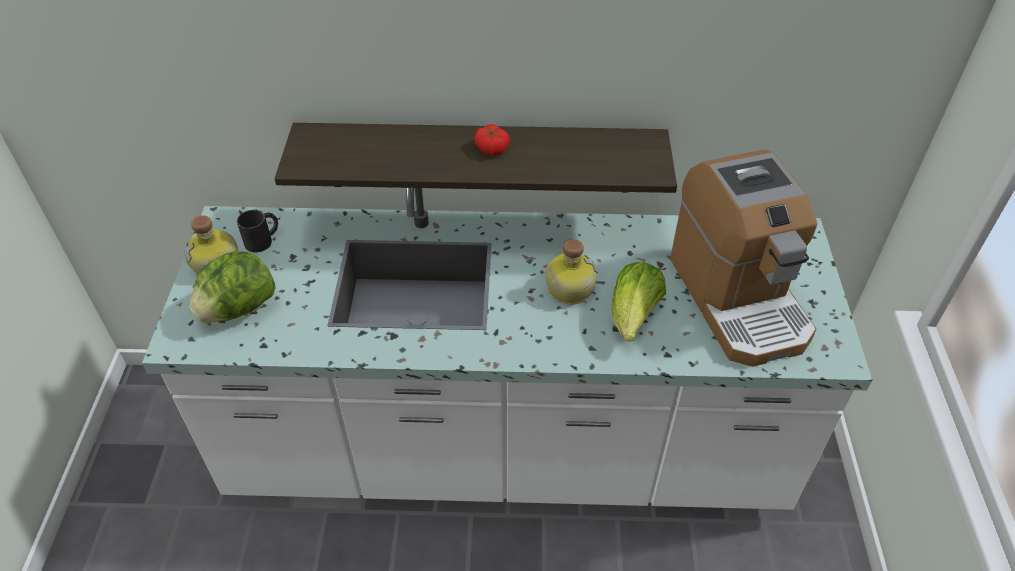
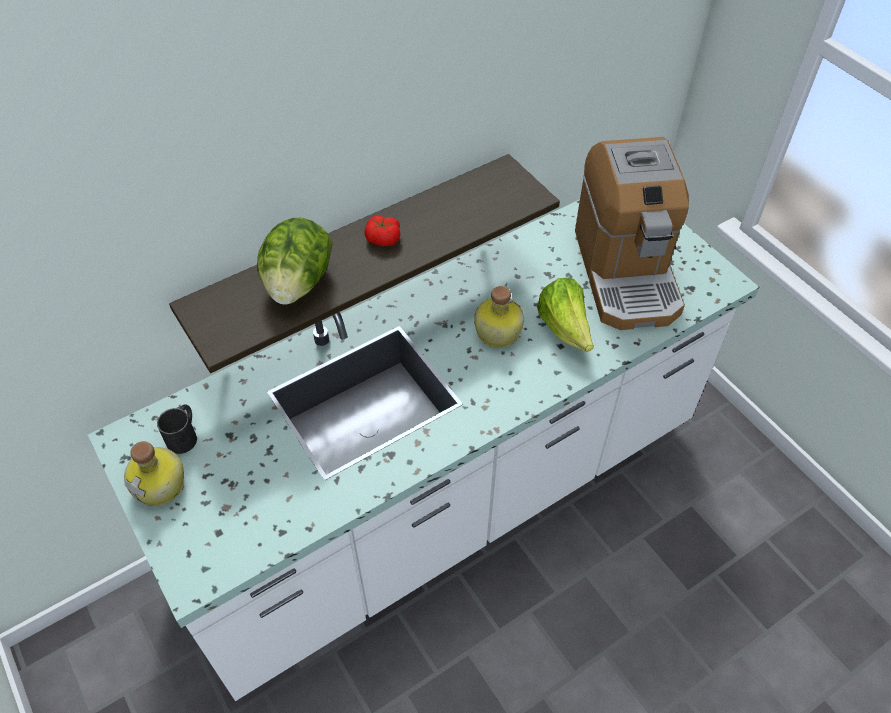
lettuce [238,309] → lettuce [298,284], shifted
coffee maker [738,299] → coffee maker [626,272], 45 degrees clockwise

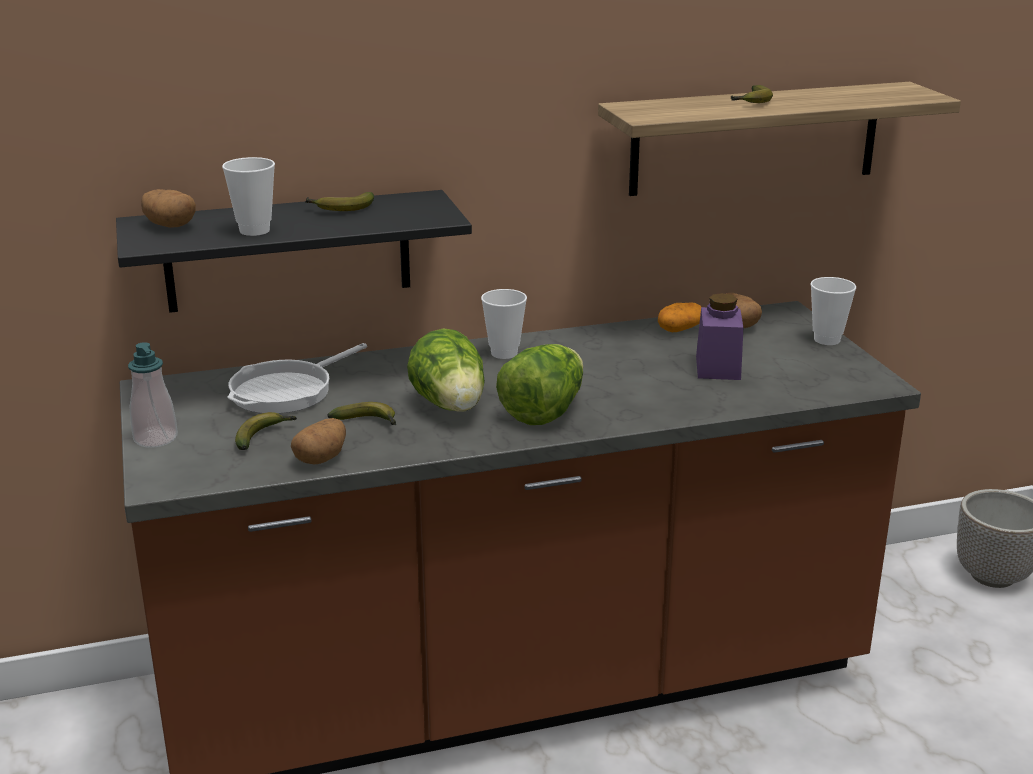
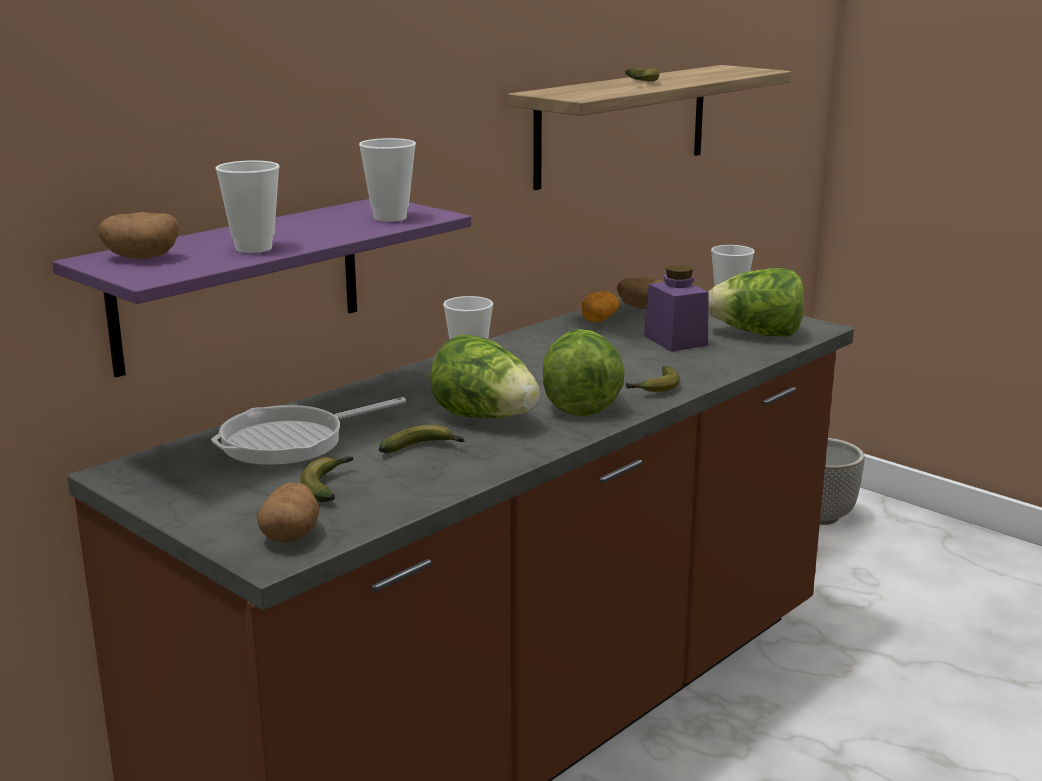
wall shelf/blackish [288,251] → wall shelf/purplish [239,284]
frying pan [287,391] → frying pan [291,441], 45 degrees clockwise
spud [321,458] → spud [290,535], shifted
- → small cup [390,218]
whole banana [340,209] → whole banana [654,388], shifted
- → lettuce [757,334]
soap bottle [155,438] → -

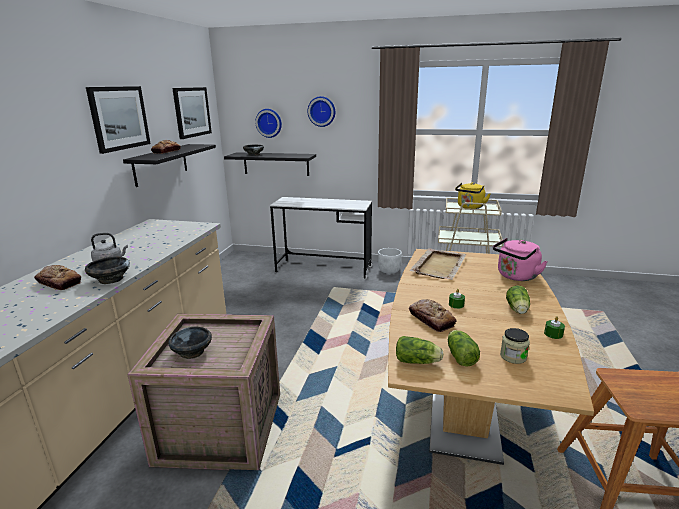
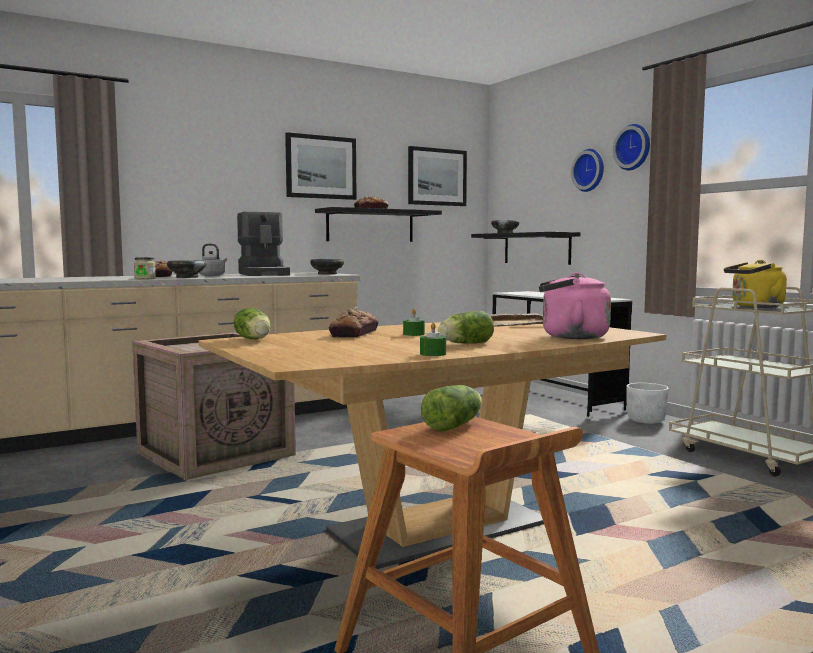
preserve jar [513,356] → preserve jar [145,278], shifted
- → coffee maker [264,274]
deep dish/blackish [192,352] → deep dish/blackish [327,274], shifted
lettuce [460,356] → lettuce [455,425], shifted
wall clock [269,123] → wall clock [634,147], shifted

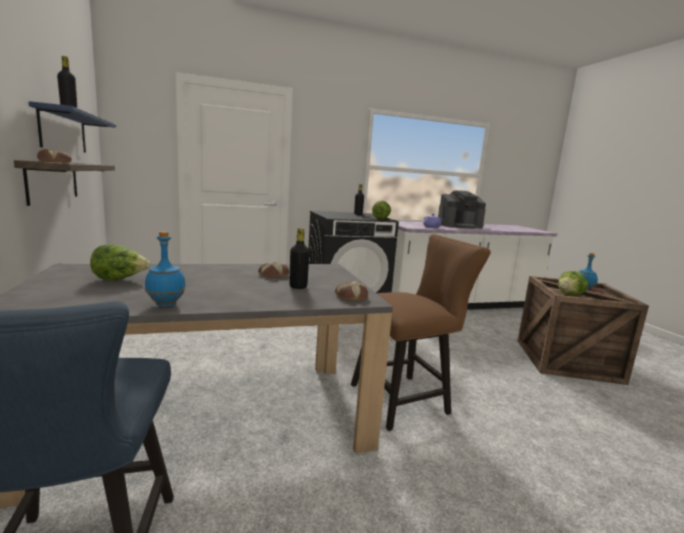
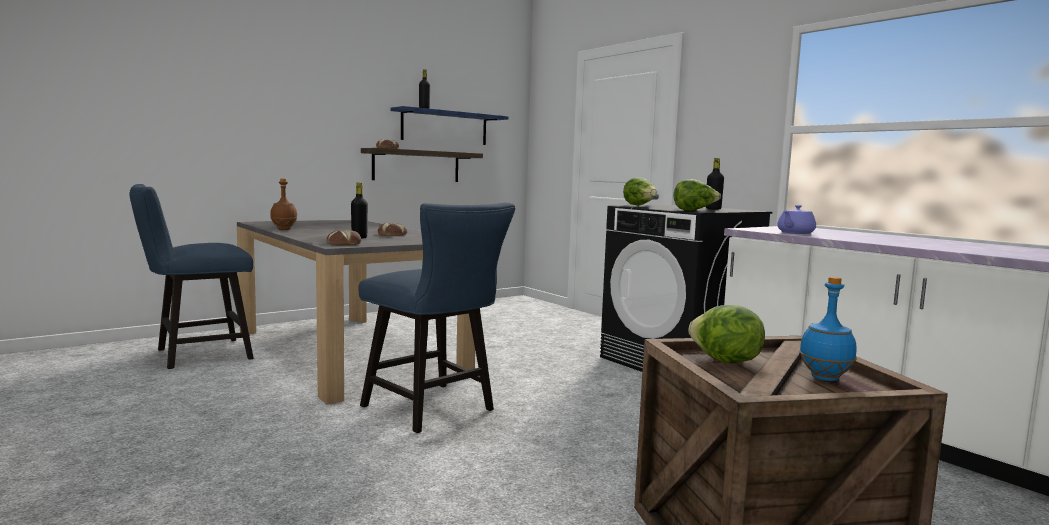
drink bottle/blue-coloured [166,304] → drink bottle/brownish [284,229]
plain chair/brownish [405,398] → plain chair/blue-coloured [434,410]
lettuce [120,279] → lettuce [640,205], shifted
coffee maker [459,226] → -

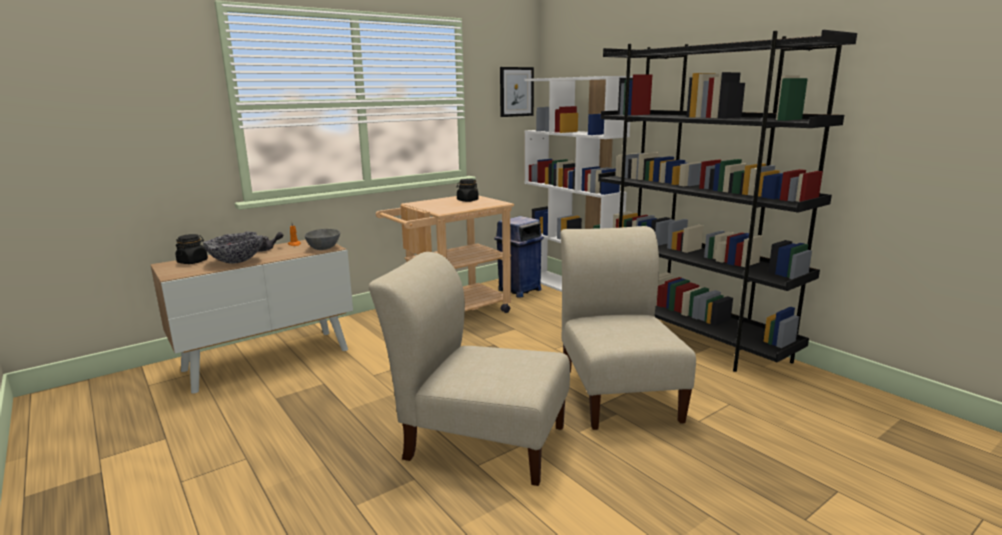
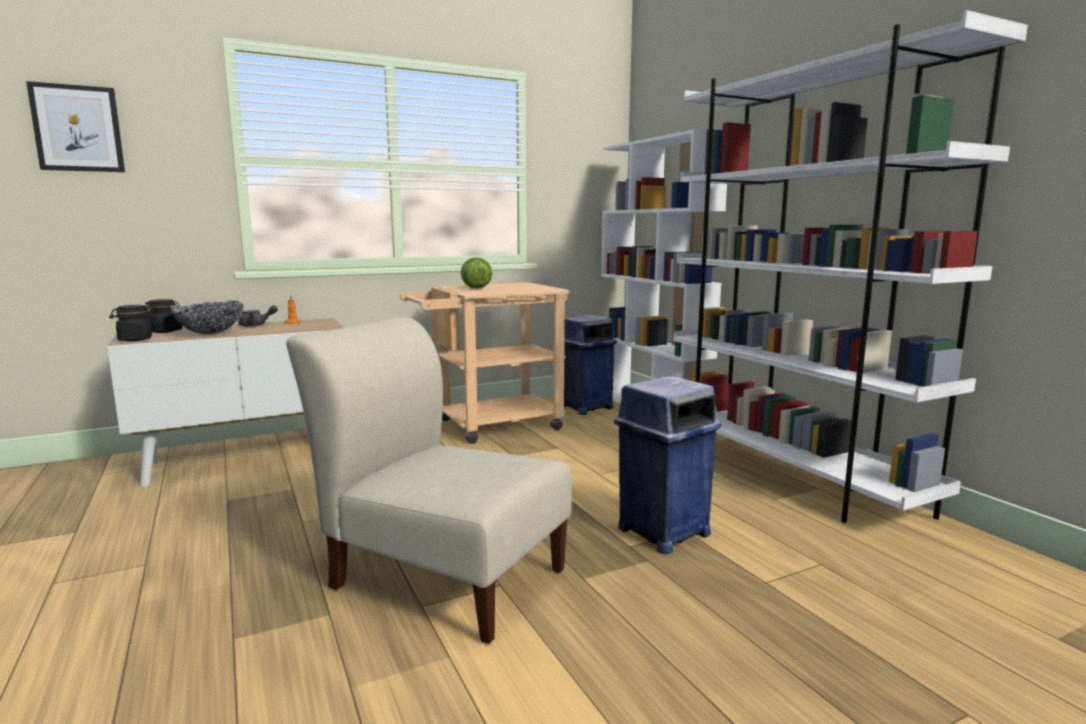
wall art [516,92] → wall art [78,128], shifted
preserve jar/blackish [467,200] → preserve jar/blackish [135,339], shifted
- → lettuce [476,288]
plain chair/sand-coloured [618,391] → rubbish bin/blue-coloured [662,532]
shelving unit/blackish [687,337] → shelving unit/whitish [788,475]
deep dish/grey [324,248] → -

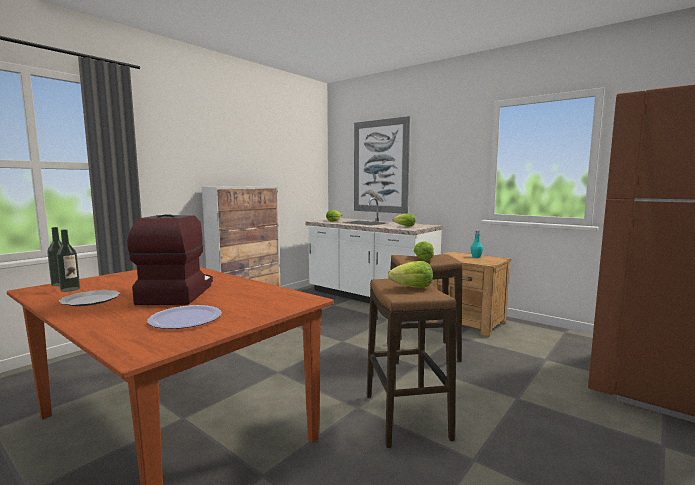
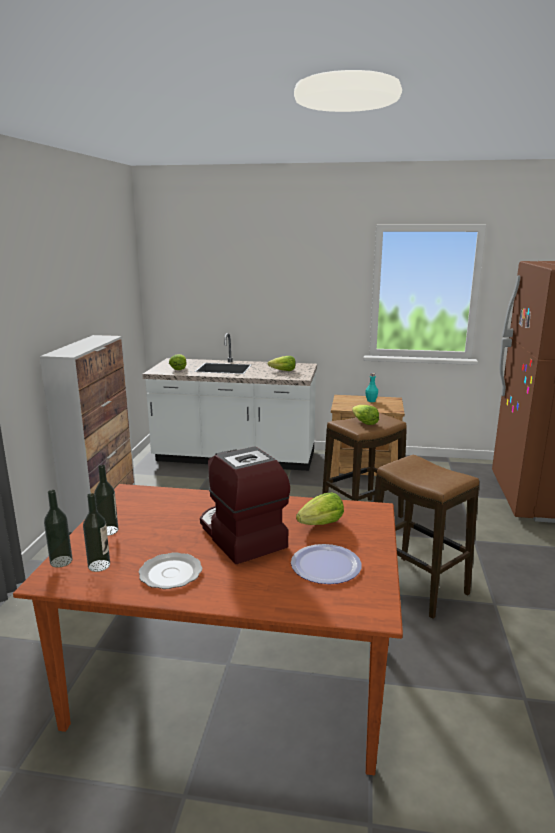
- → drink bottle [108,530]
lettuce [412,288] → lettuce [322,524], shifted
wall art [380,166] → -

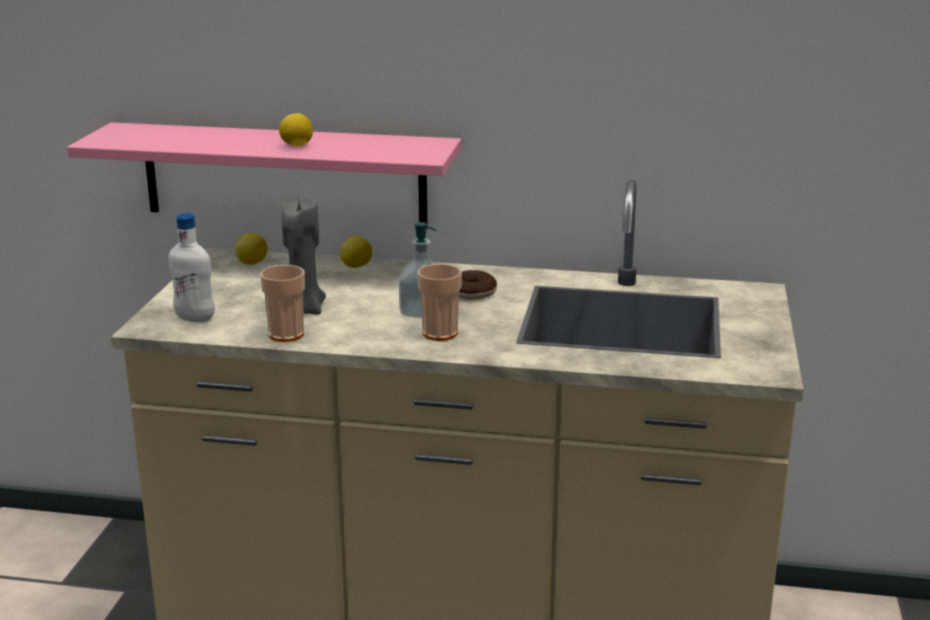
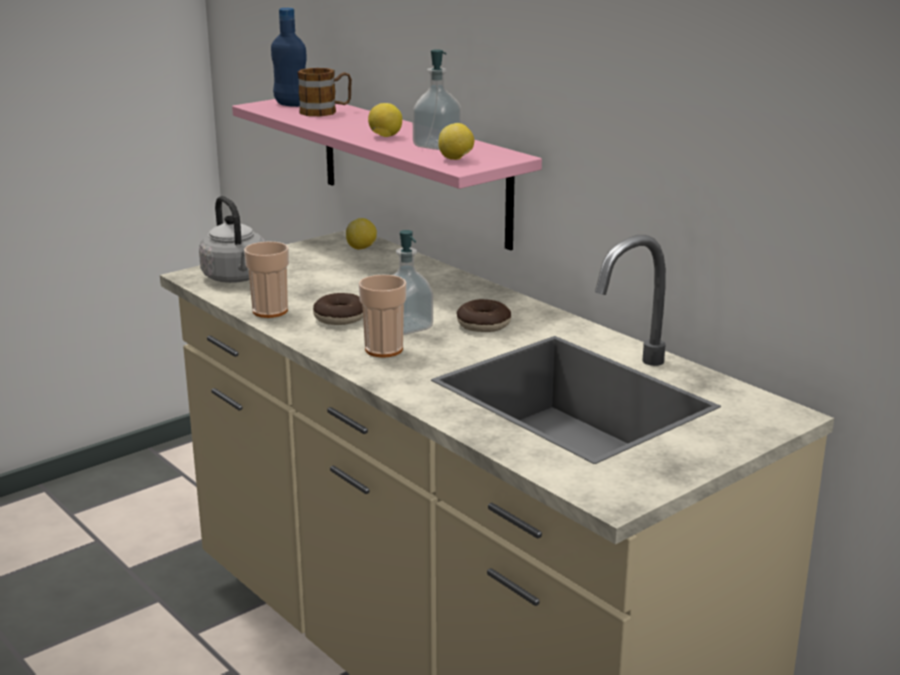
drink bottle/whitish [195,318] → kettle/grey [236,278]
- → drink bottle/blue-coloured [291,104]
- → mug [326,112]
- → ring doughnut [340,318]
- → soap bottle [437,146]
citrus fruit [357,266] → citrus fruit [456,159], shifted
wax candle/grey [303,310] → -

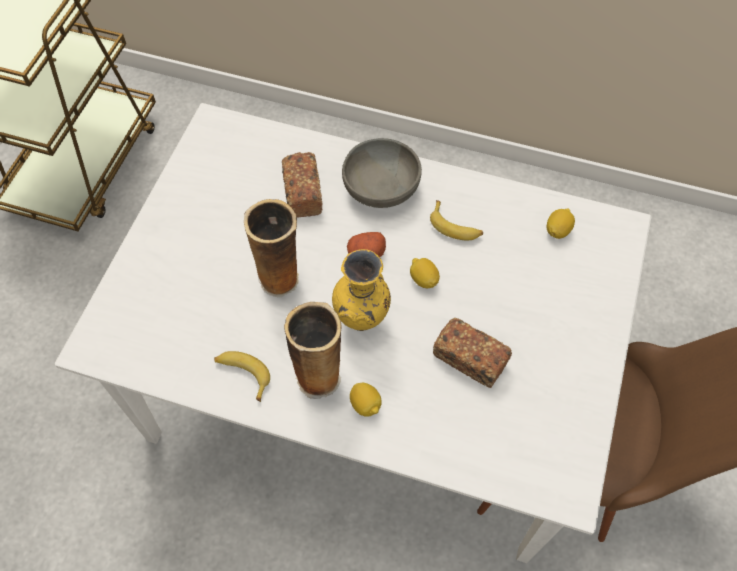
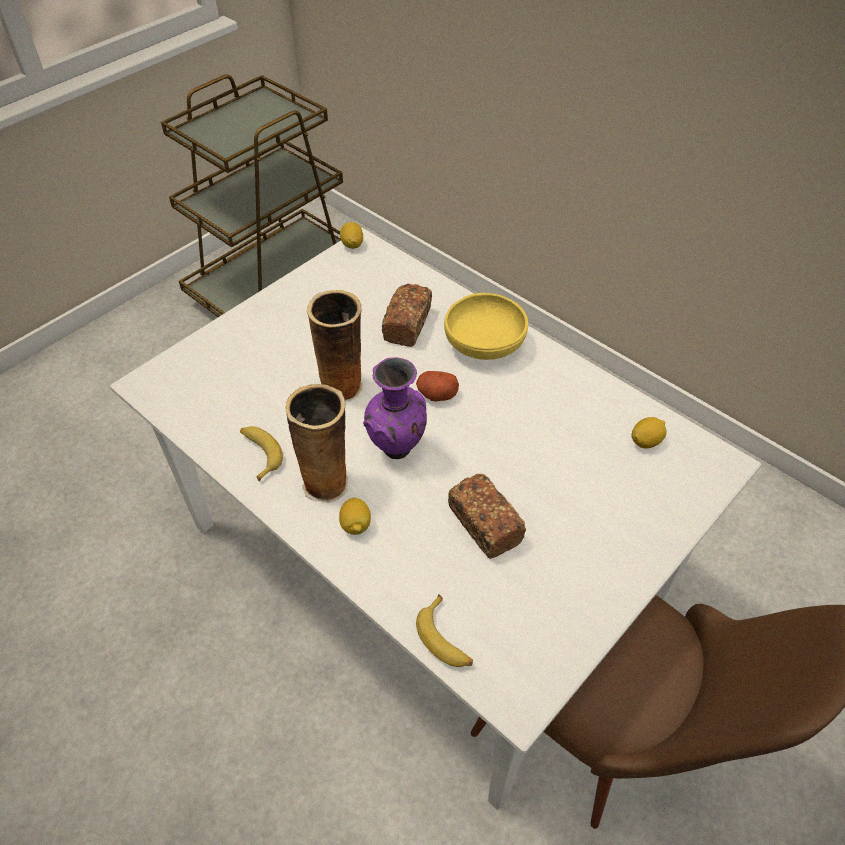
citrus fruit [423,279] → citrus fruit [352,244], shifted
flower vase/yellow [362,322] → flower vase/purplish [397,451]
whole banana [455,226] → whole banana [446,638], shifted
deep dish/grey [381,187] → deep dish/yellow [484,344]

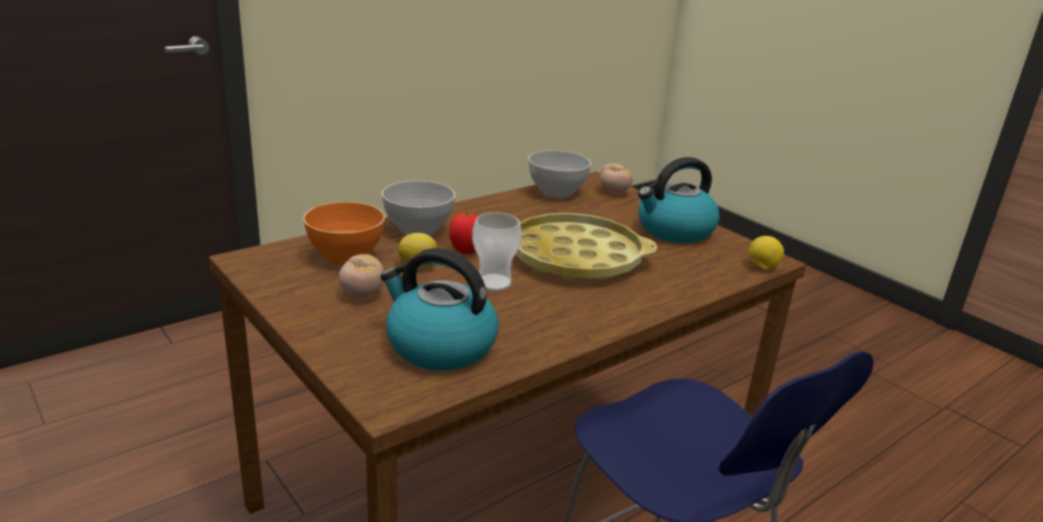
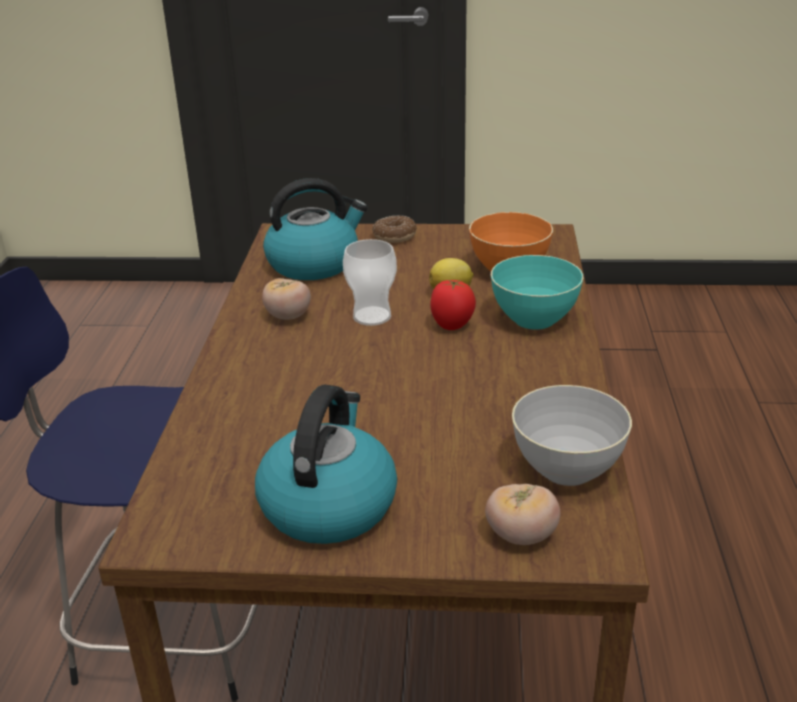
fresh tomato [362,294] → fresh tomato [288,316], shifted
- → ring doughnut [394,236]
deep dish/grey [418,230] → deep dish/blue-green [534,319]
serving tray/yellow [575,258] → -
citrus fruit [762,267] → -

